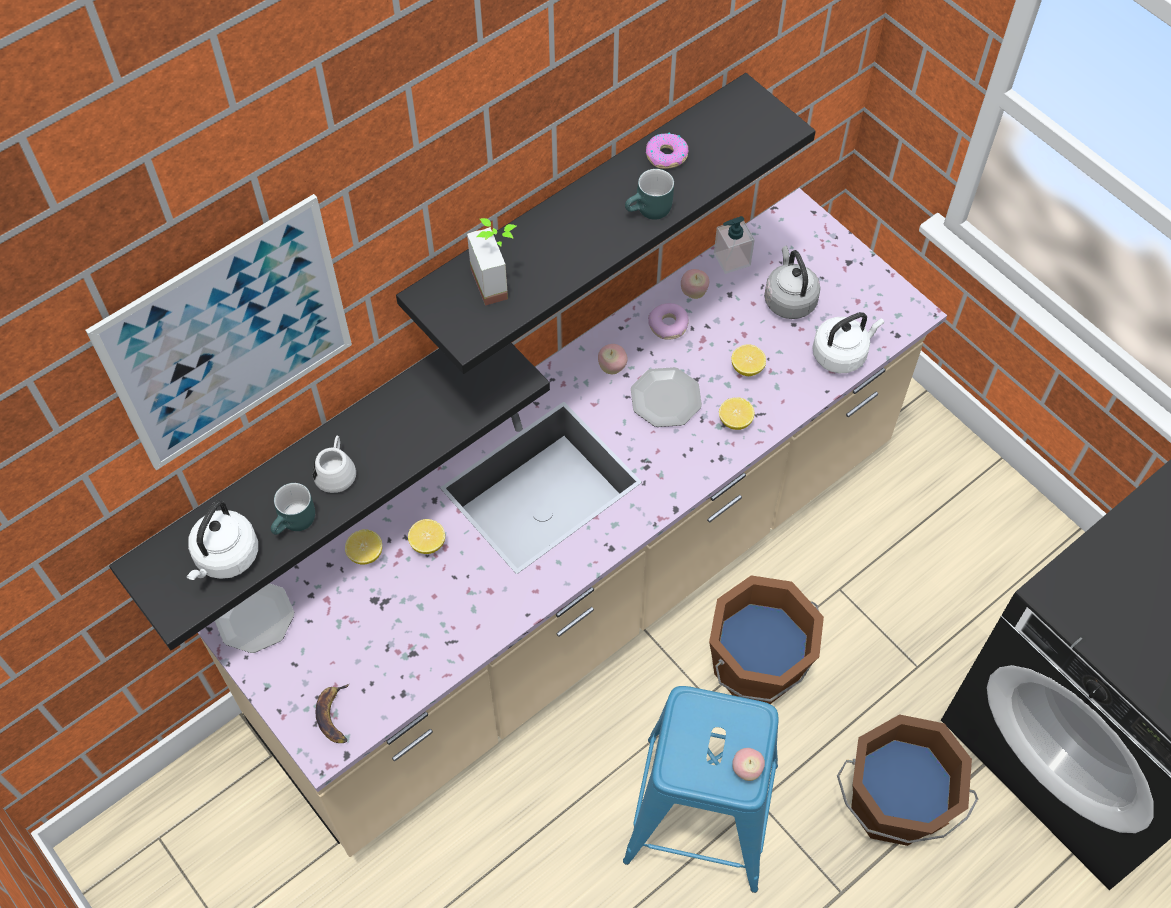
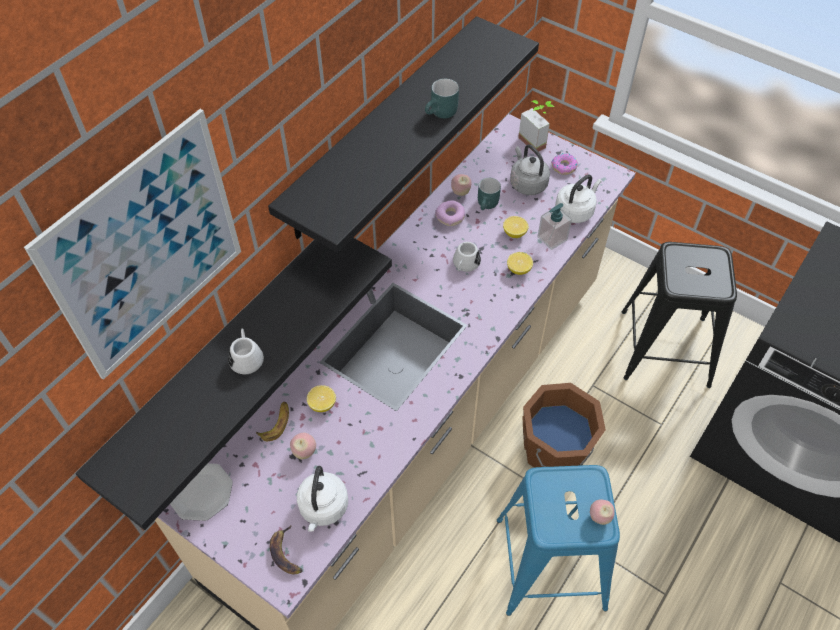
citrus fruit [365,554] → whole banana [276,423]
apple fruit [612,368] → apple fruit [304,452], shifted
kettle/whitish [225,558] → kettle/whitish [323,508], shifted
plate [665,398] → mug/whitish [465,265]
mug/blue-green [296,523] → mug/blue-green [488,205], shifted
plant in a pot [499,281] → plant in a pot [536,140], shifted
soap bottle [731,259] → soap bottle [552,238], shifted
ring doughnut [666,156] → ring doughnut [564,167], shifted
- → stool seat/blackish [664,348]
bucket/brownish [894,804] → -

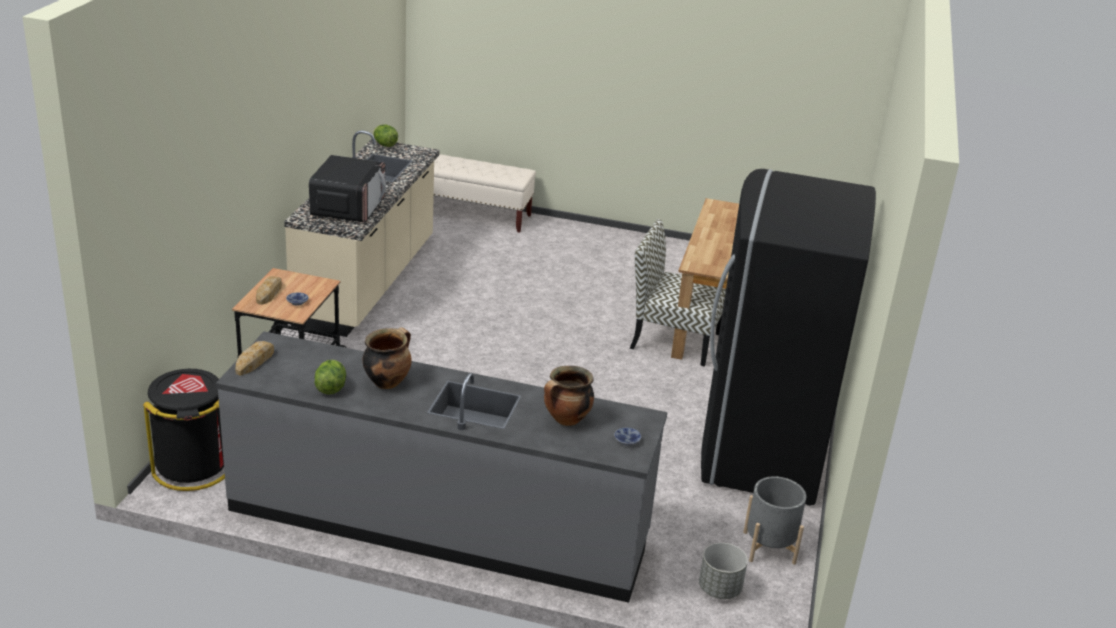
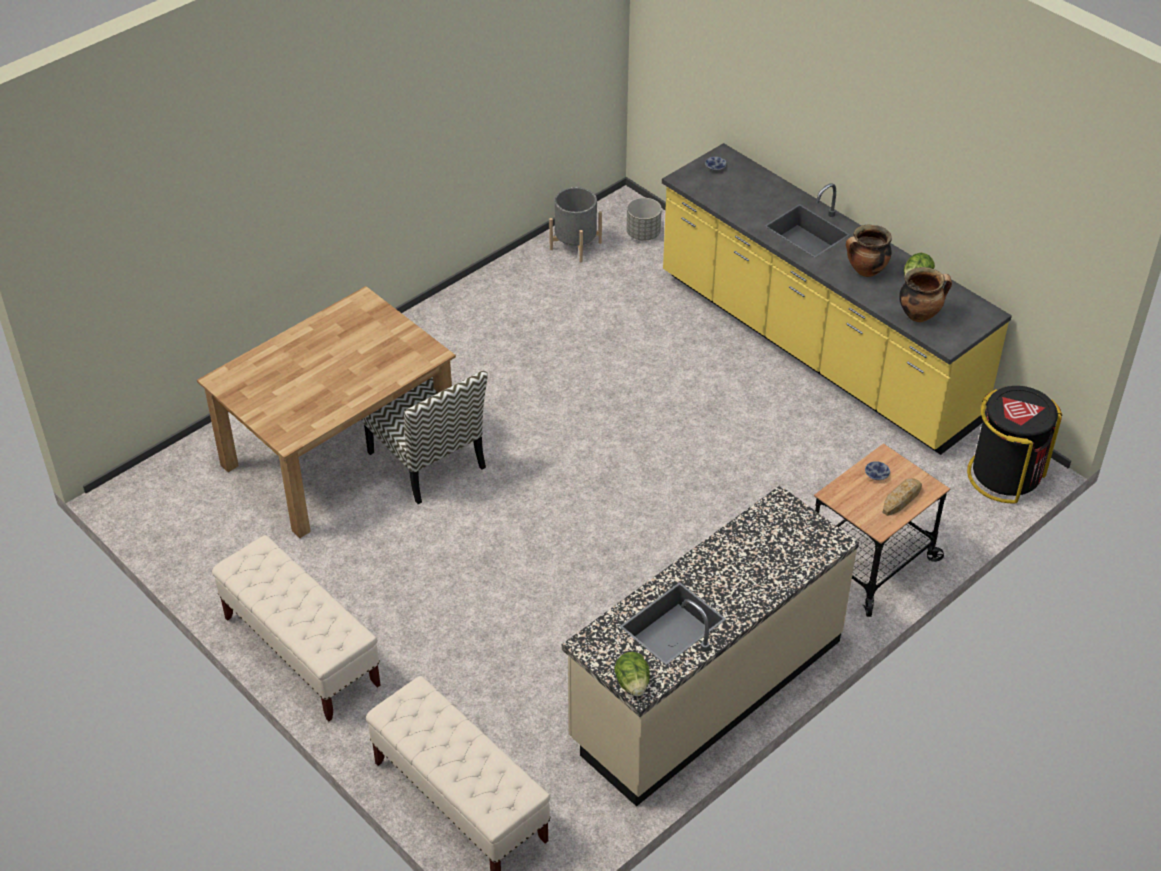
- → long seat/sand-coloured [301,651]
counter/grey [439,524] → counter/yellow [815,348]
stockpot [566,420] → stockpot [919,314], shifted
baked bread [254,361] → -
microwave oven [348,207] → -
fridge/blackish [763,449] → -

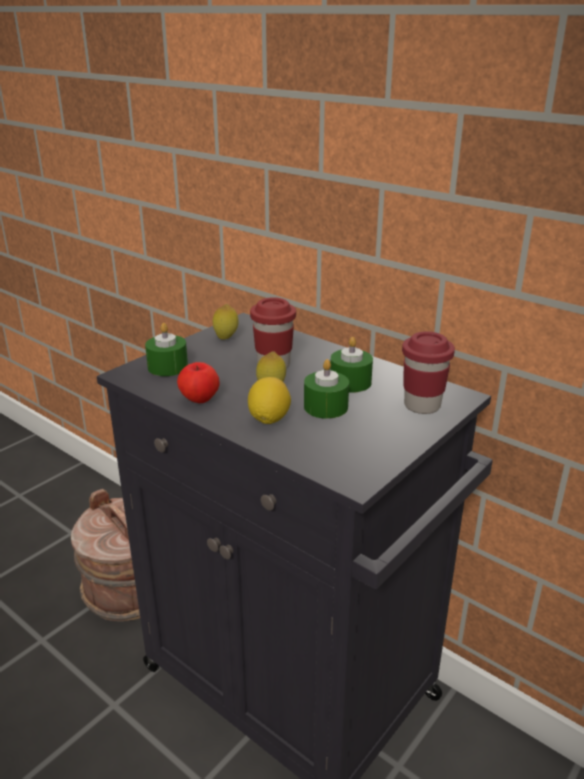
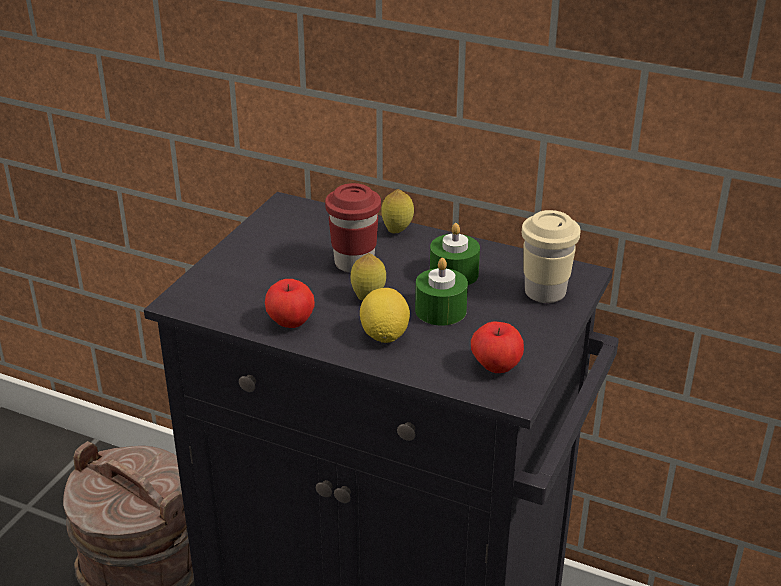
citrus fruit [226,338] → citrus fruit [397,231], shifted
- → apple fruit [496,367]
small cup/red-coloured [422,405] → small cup/sand-coloured [545,292]
wax candle/green-coloured [168,367] → -

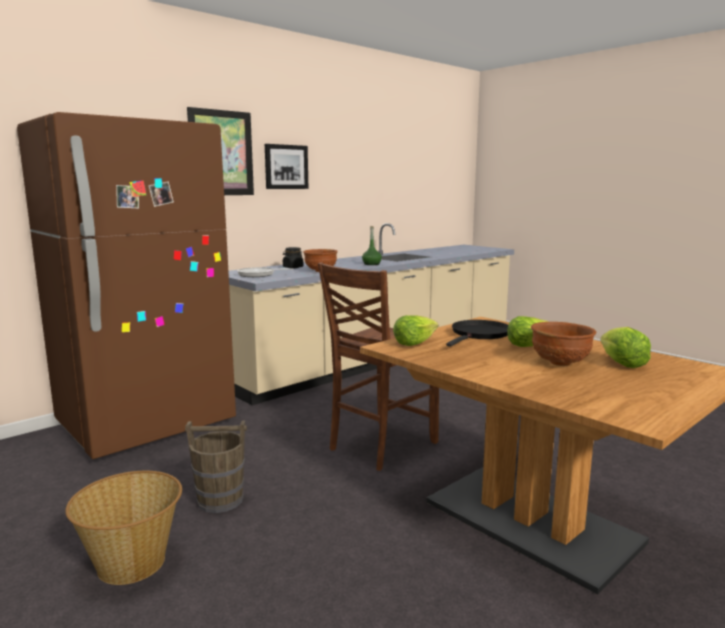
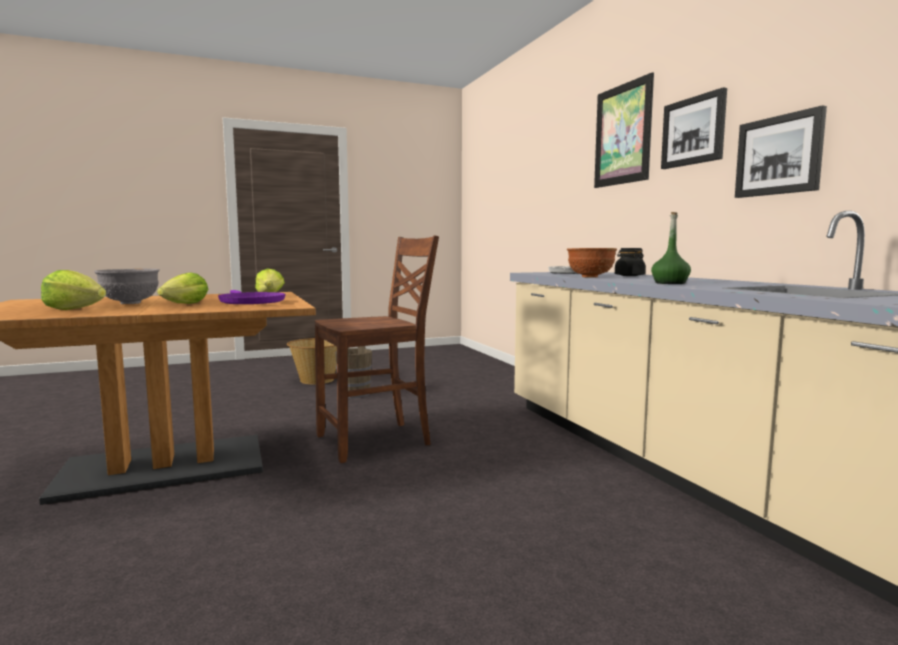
deep dish/brownish [561,363] → deep dish/grey [129,303]
frying pan/blackish [479,334] → frying pan/purplish [250,302]
plain chair/brownish [380,446] → plain chair/brownish [376,441], 90 degrees clockwise
- → wall art [779,155]
fridge/brownish [147,425] → -

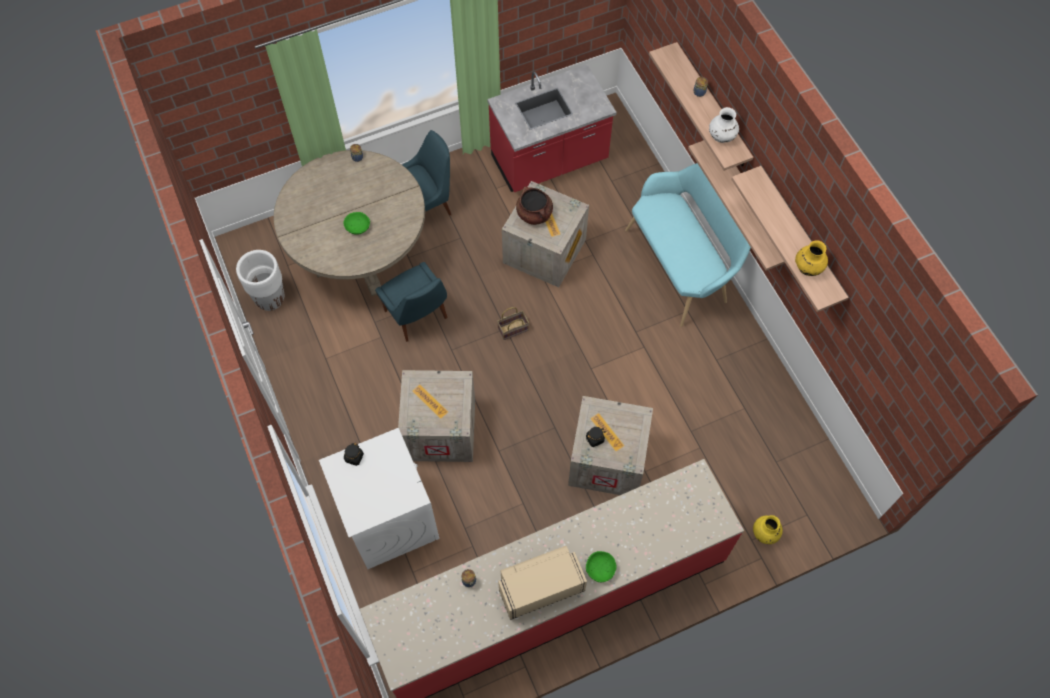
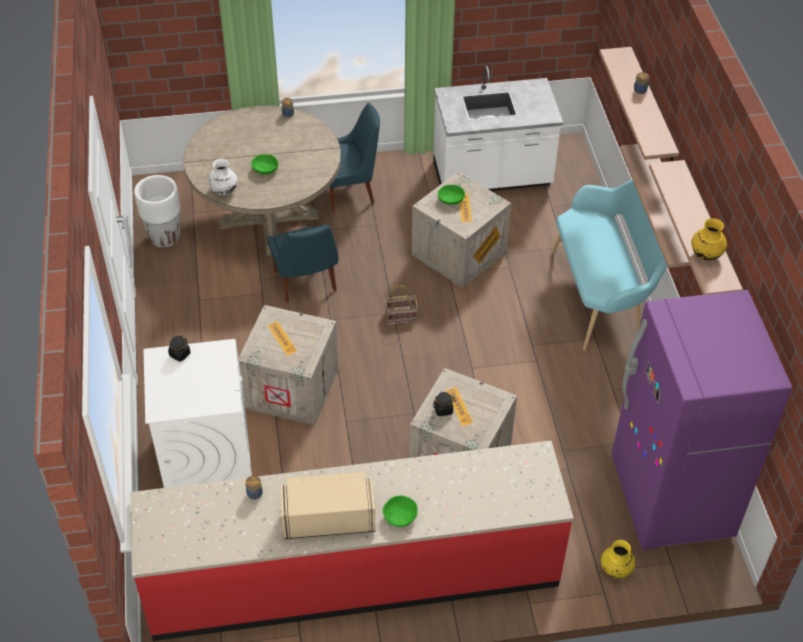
flower vase/whitish [721,137] → flower vase/whitish [223,190], shifted
counter/red-coloured [549,160] → counter/whitish [492,176]
stockpot/brownish [534,214] → deep dish/green-coloured [451,199]
- → fridge/purplish [671,498]

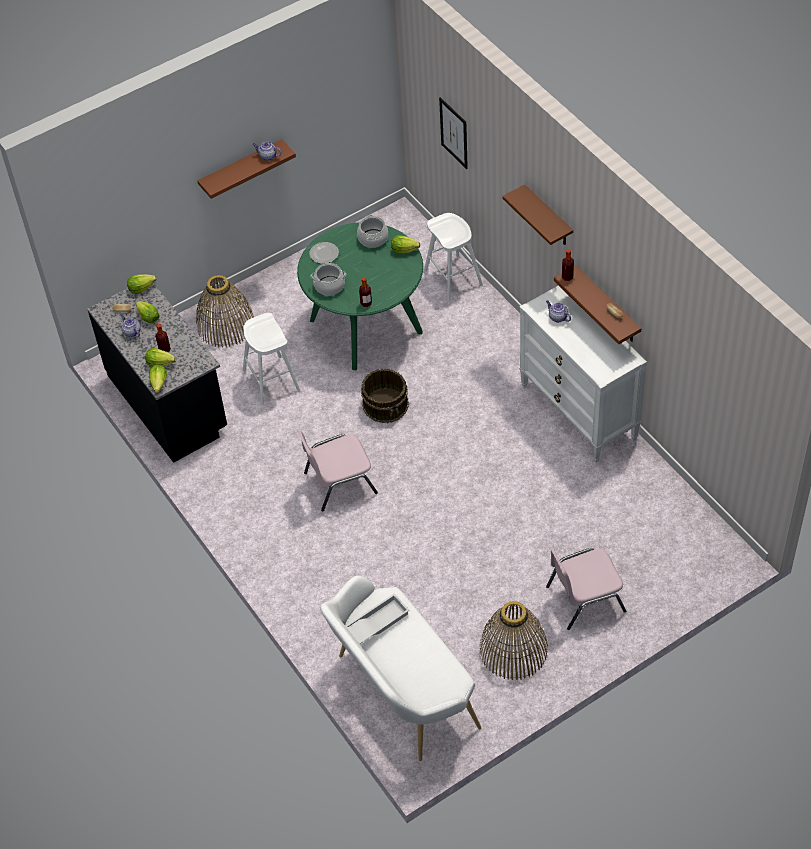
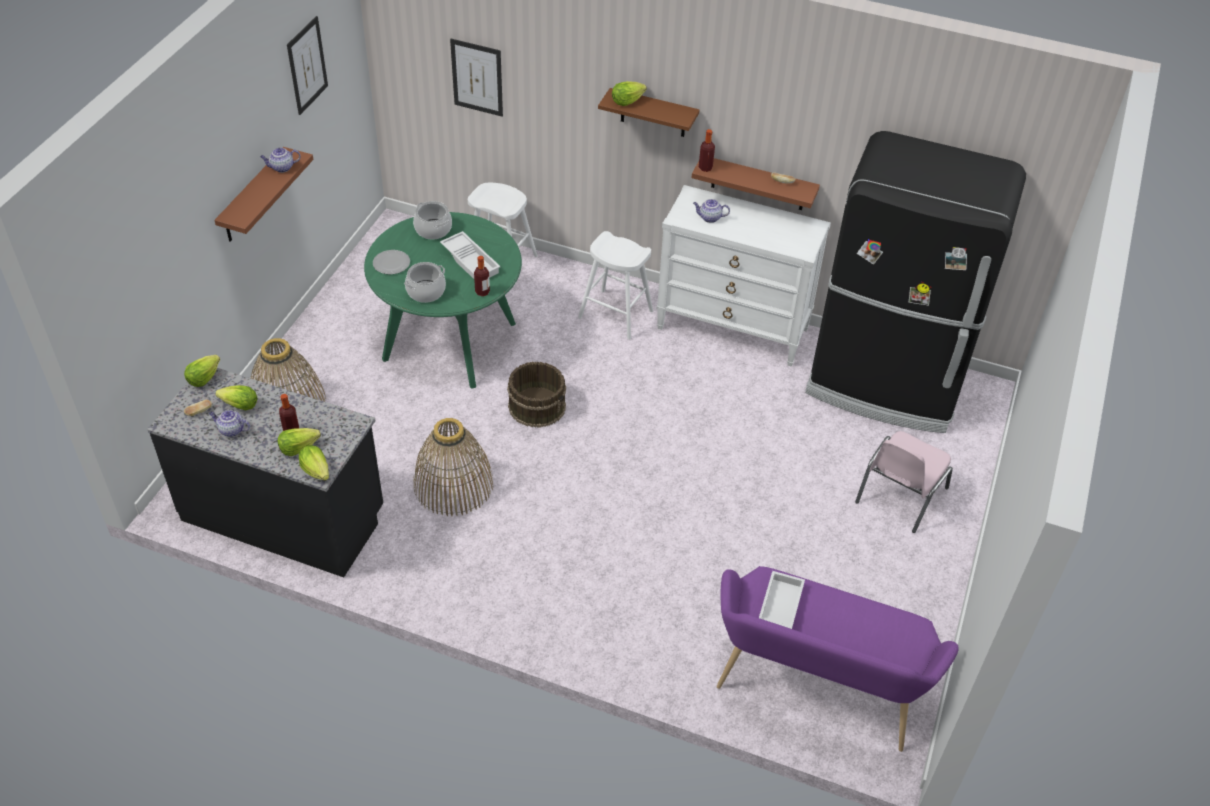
- → wall art [307,65]
storage basket [513,650] → storage basket [453,485], shifted
- → serving tray/whitish [471,260]
stool seat/whitish [271,380] → stool seat/whitish [616,314], shifted
lettuce [404,250] → lettuce [627,101], shifted
long seat/whitish [401,693] → long seat/purplish [816,690]
- → fridge/blackish [885,384]
plain chair/pink [338,482] → -

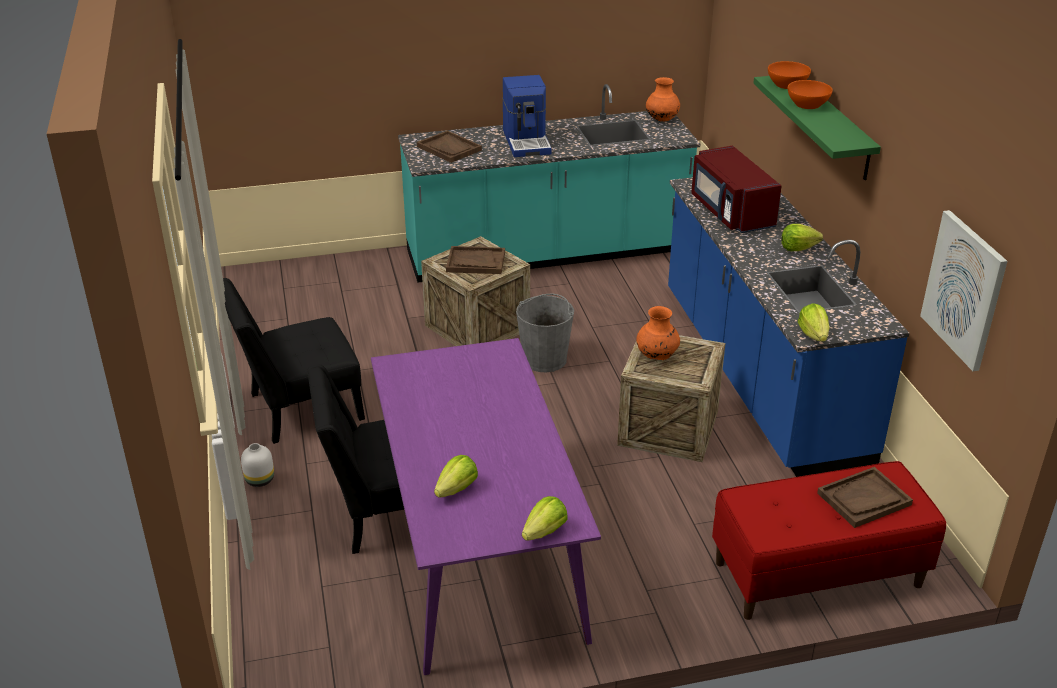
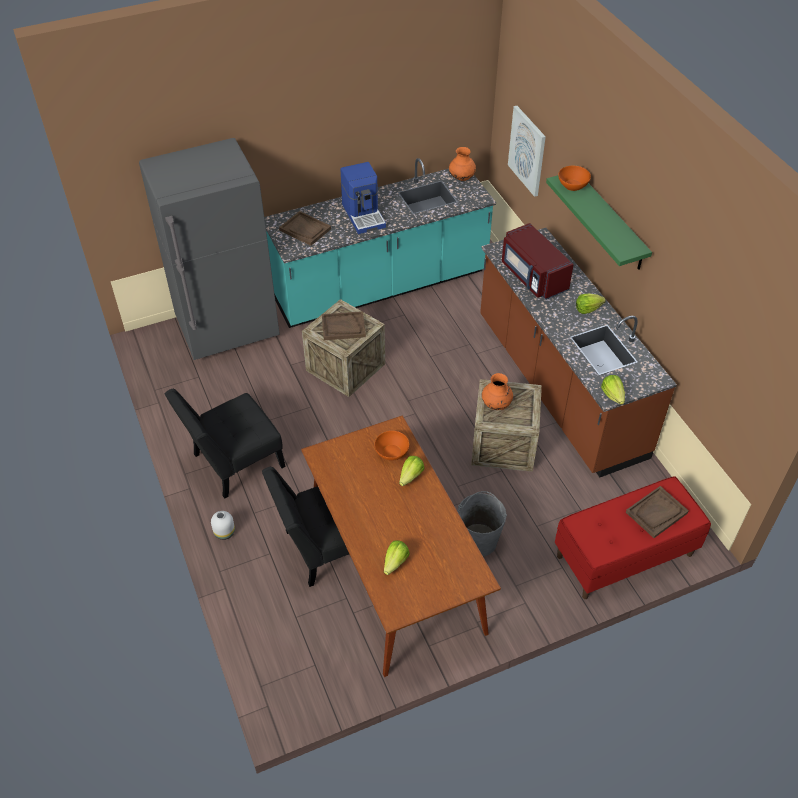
- → fridge/grey [228,330]
kitchen table/purplish [477,551] → kitchen table/brownish [394,571]
deep dish/orangey [808,104] → deep dish/orangey [392,452], shifted
lettuce [545,532] → lettuce [411,476], shifted
bucket/grey [545,359] → bucket/grey [478,540], shifted
counter/blue-coloured [759,375] → counter/brownish [558,386]
wall art [964,289] → wall art [527,150], shifted

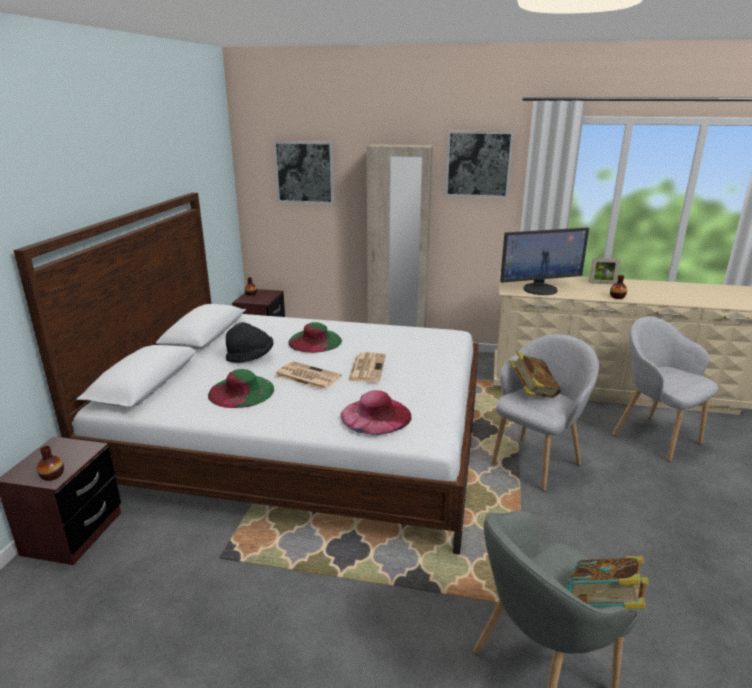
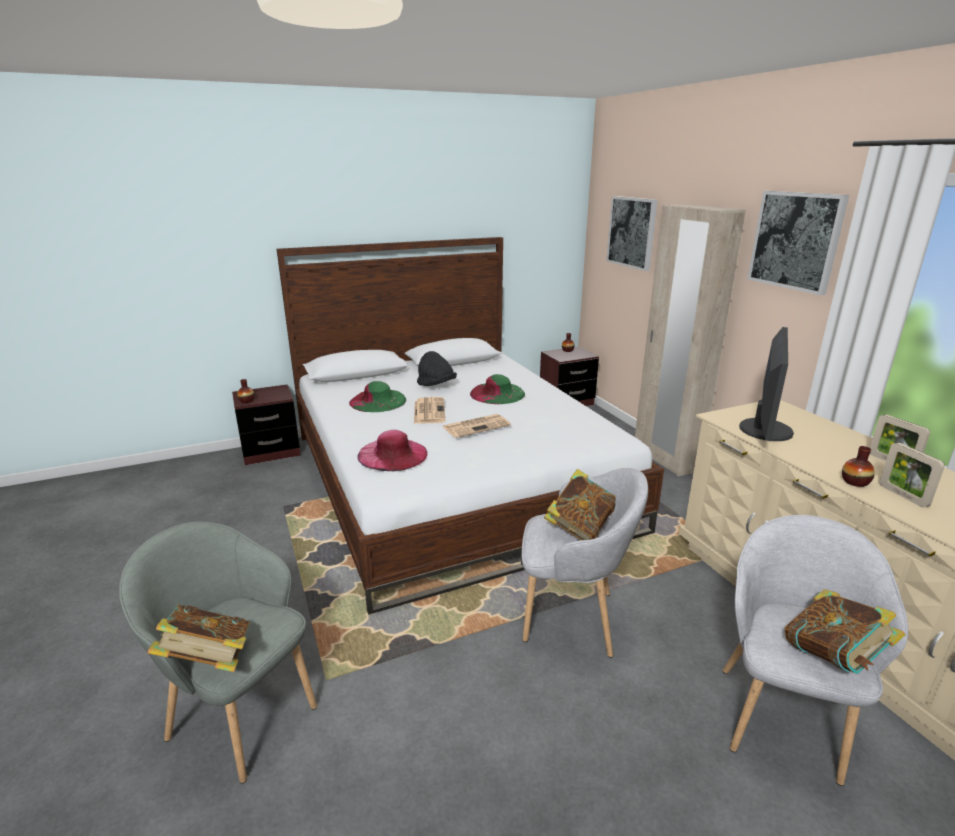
computer screen [540,289] → computer screen [764,430], 105 degrees counterclockwise
- → volume [833,657]
- → photo frame [903,496]

